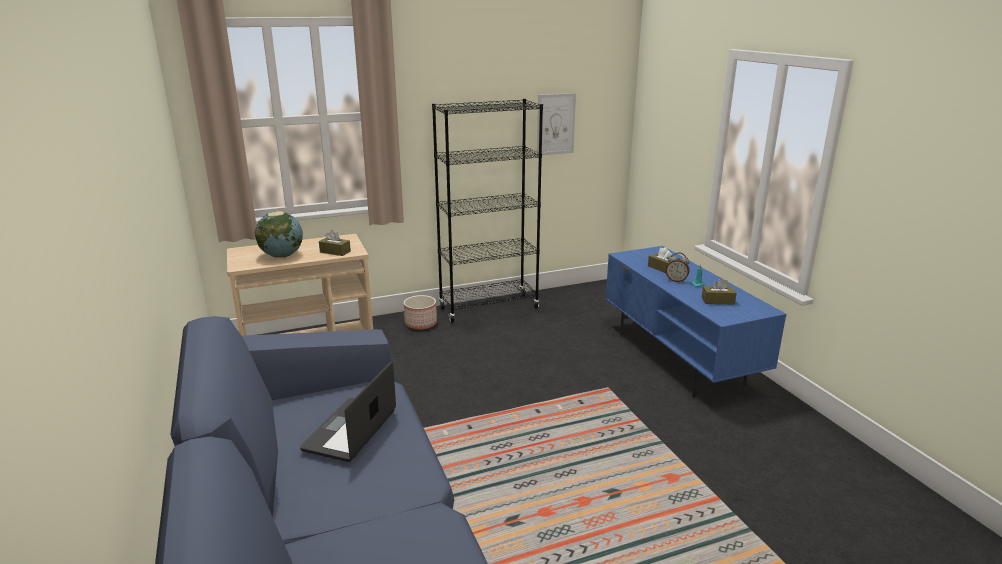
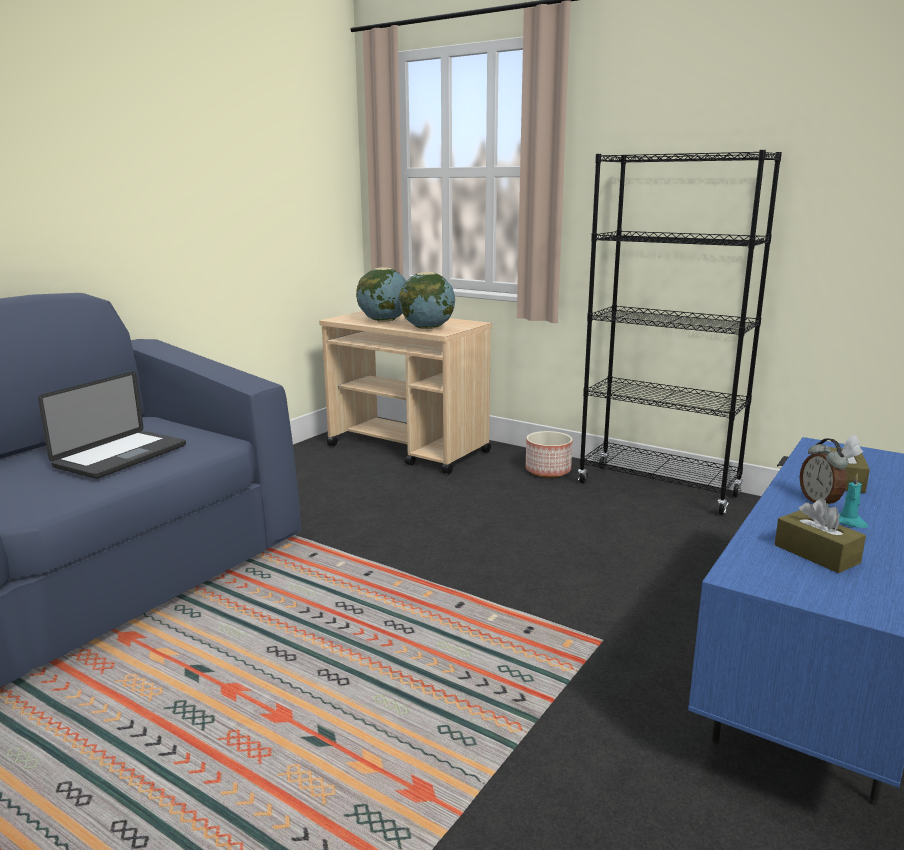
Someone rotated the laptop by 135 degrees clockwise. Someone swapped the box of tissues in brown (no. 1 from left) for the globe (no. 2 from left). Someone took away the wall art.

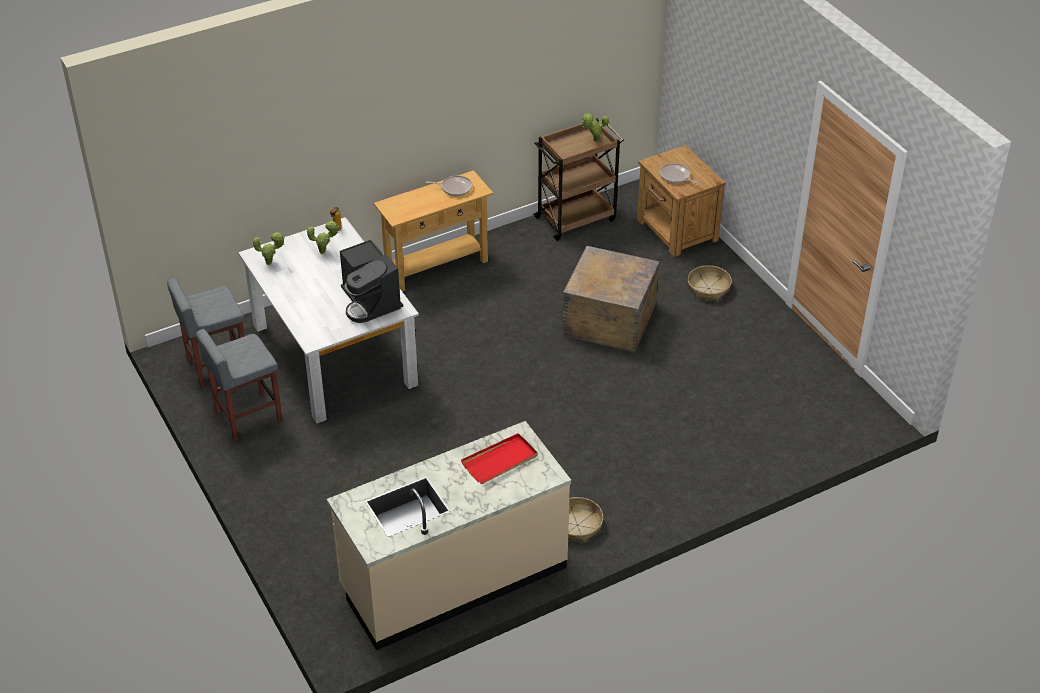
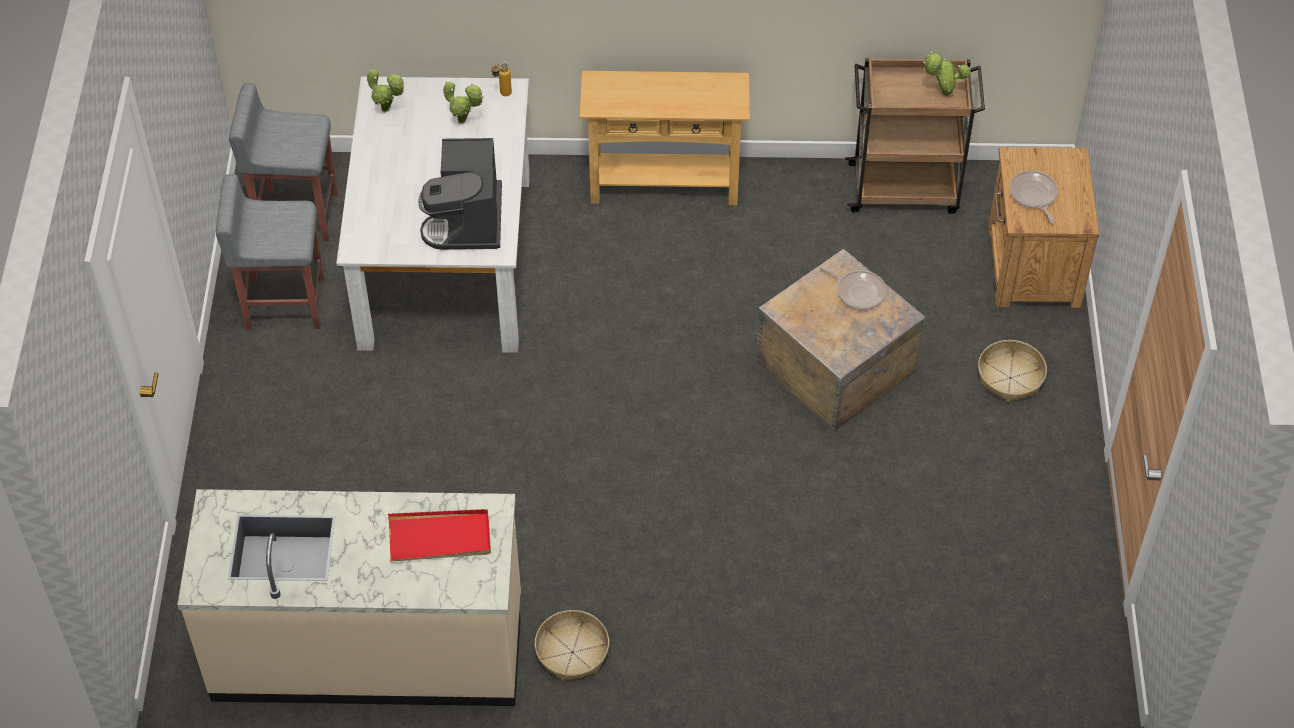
Someone carried the frying pan (no. 1 from left).

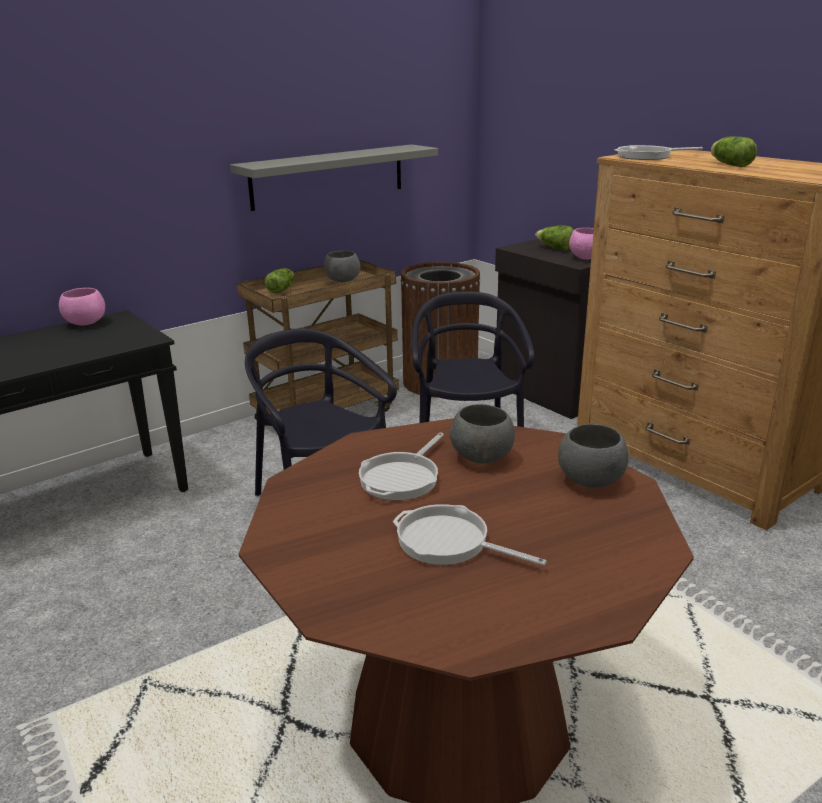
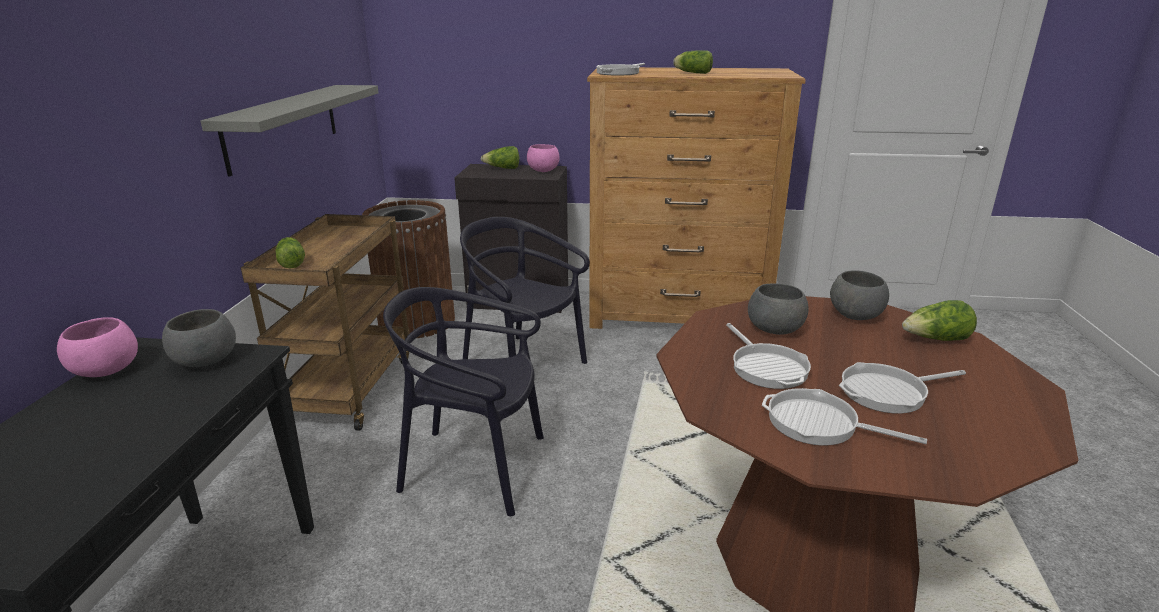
Someone carried the serving bowl in gray (no. 1 from left). Someone put down the frying pan (no. 3 from left). Someone put down the lettuce head (no. 4 from left).

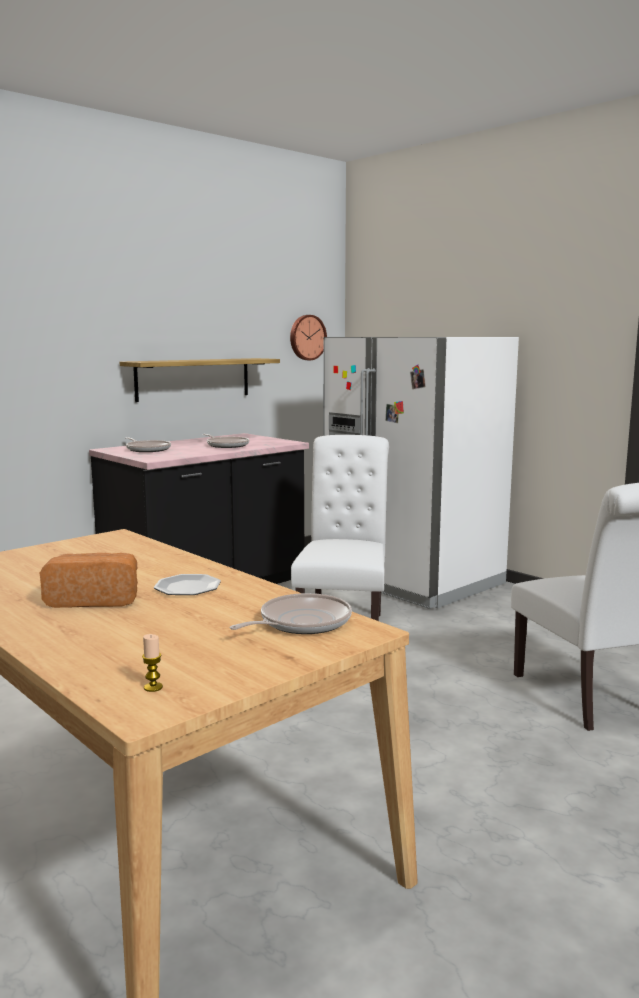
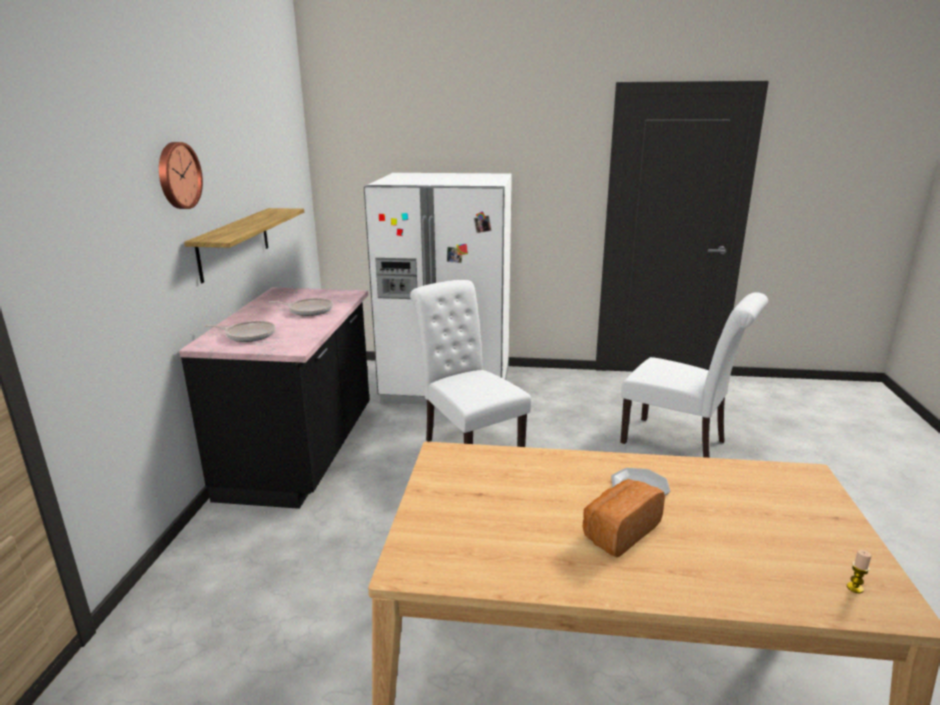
Someone carried the hanging clock. Someone took away the frying pan (no. 3 from left).

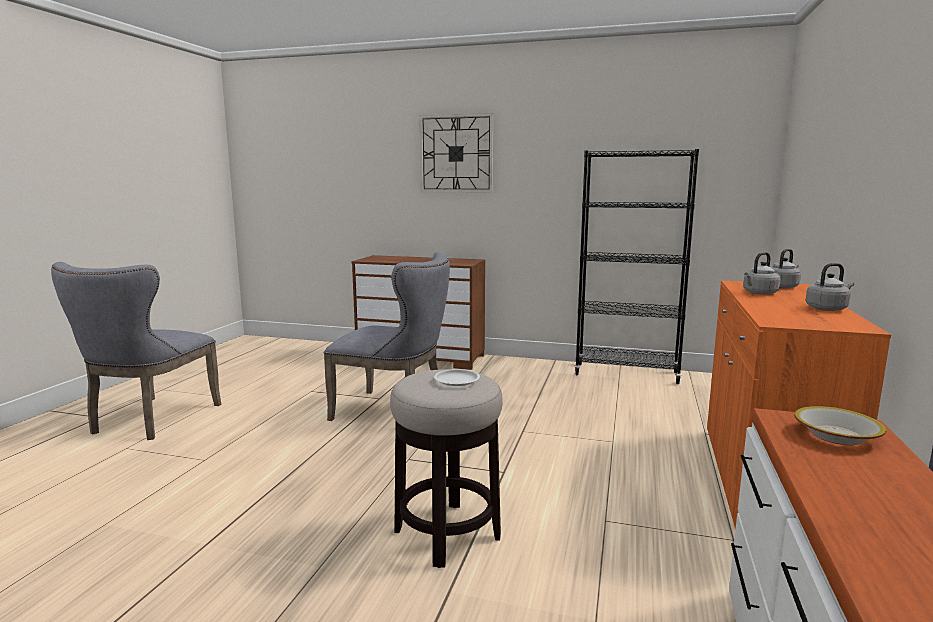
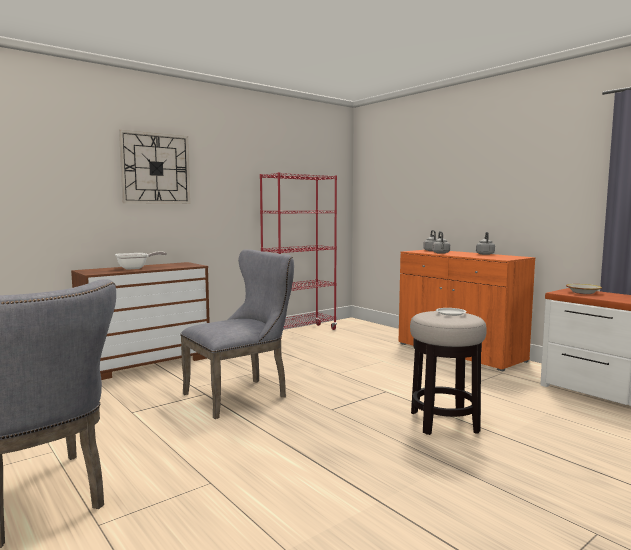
Someone put down the frying pan. Someone repainted the shelving unit in black-coloured, which became the shelving unit in red-coloured.

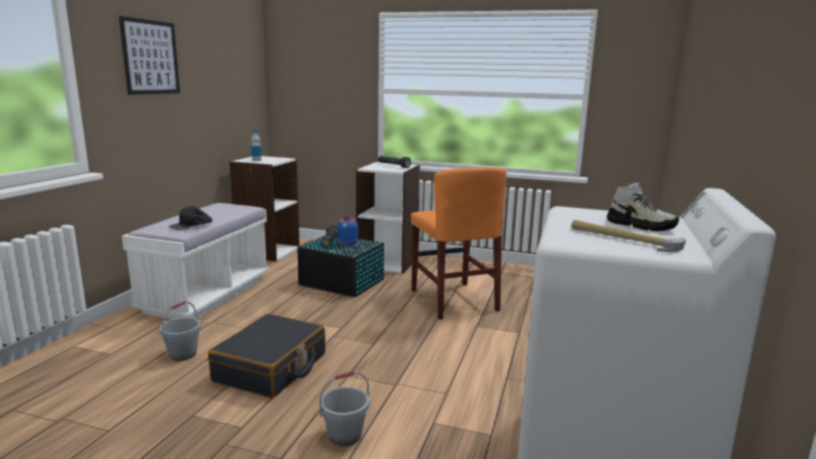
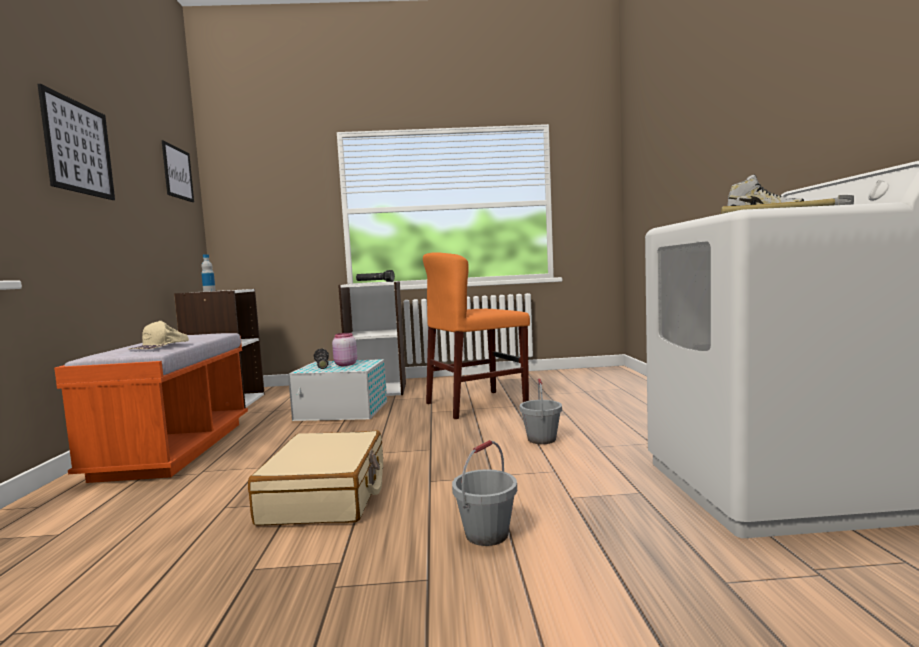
Someone repainted the bench in white, which became the bench in orangey. Someone repainted the baseball cap in black-coloured, which became the baseball cap in beige-coloured. Someone put up the wall art (no. 2 from left). Someone repainted the piece of luggage in black-coloured, which became the piece of luggage in beige-coloured. Someone repainted the storage bin in black-coloured, which became the storage bin in white. Someone repainted the preserve jar in bluish, which became the preserve jar in pinkish. Someone rotated the chair in orangey by 105 degrees clockwise. Someone carried the pail in gray (no. 1 from left in the first image).

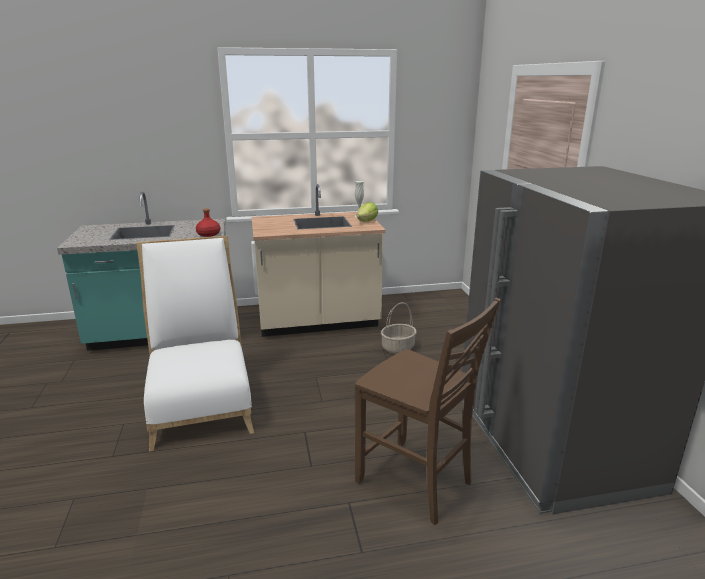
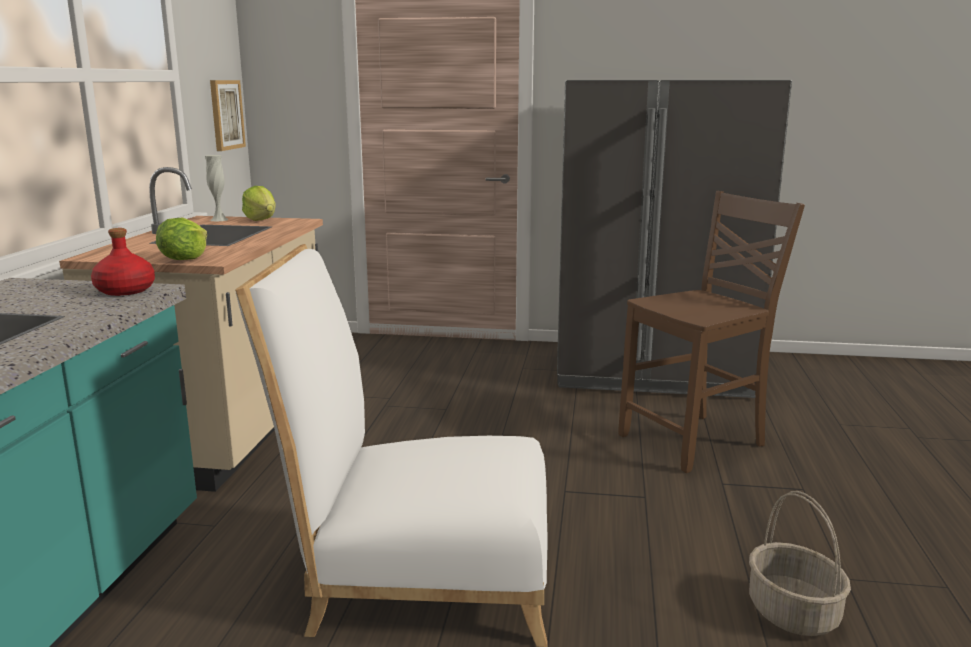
Someone put down the lettuce head (no. 1 from left). Someone put up the wall art. Someone carried the basket.

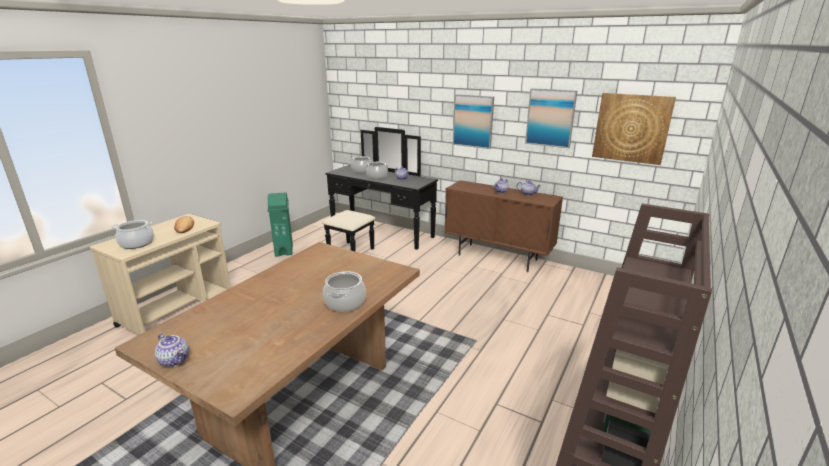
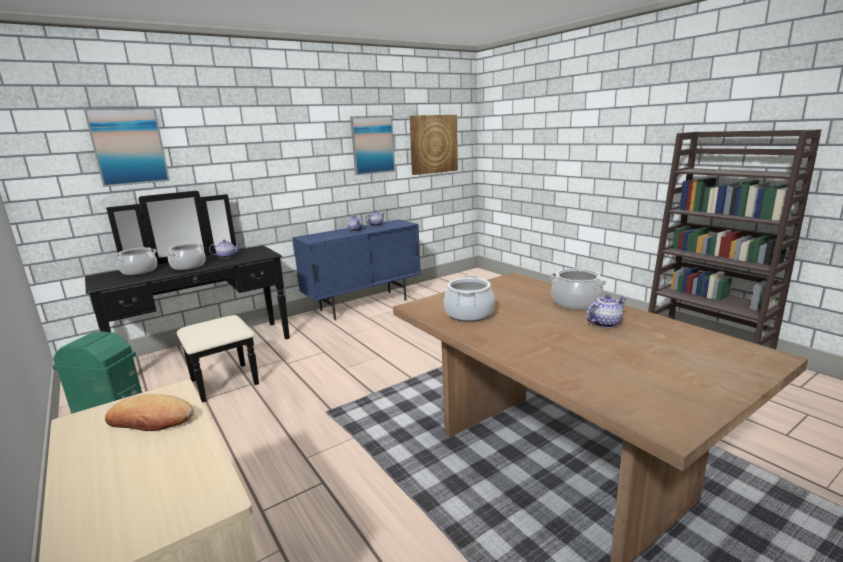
Someone carried the wall art (no. 1 from left). Someone repainted the cupboard in brown, which became the cupboard in bluish. Someone carried the cooking pot (no. 1 from left in the first image). Someone carried the tea pot (no. 1 from left in the first image).

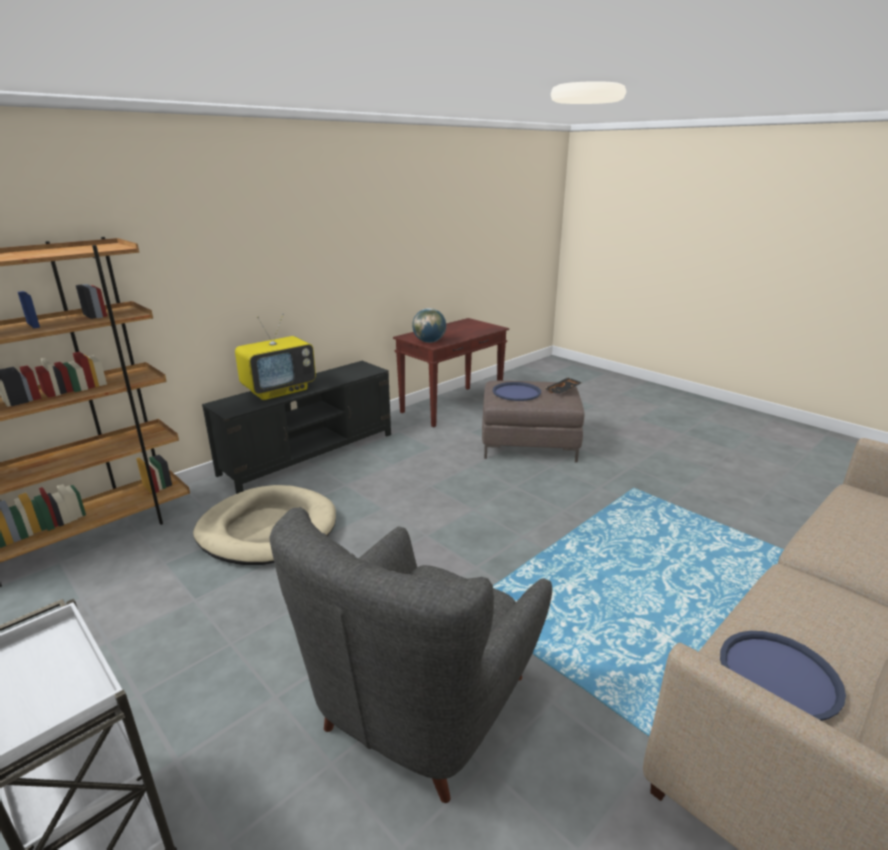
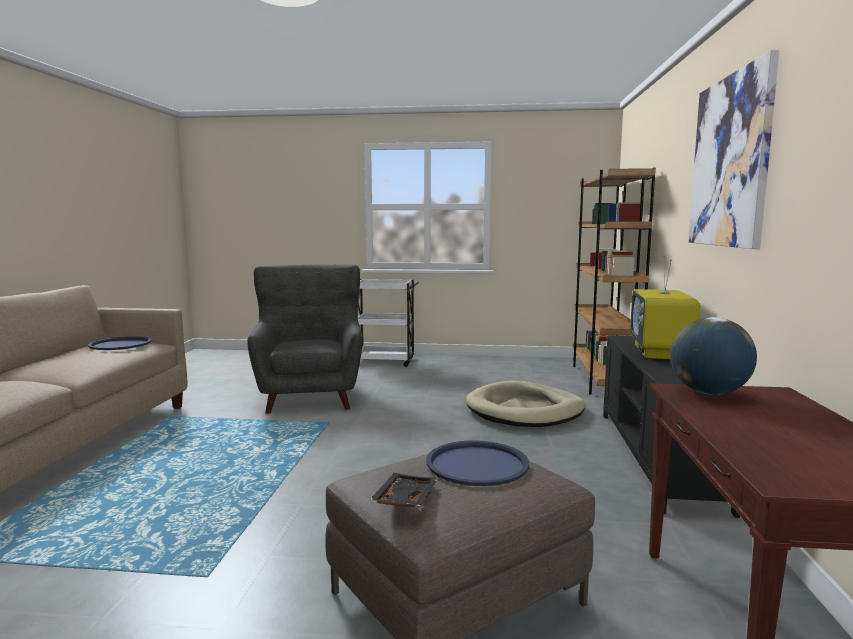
Someone put up the wall art.

